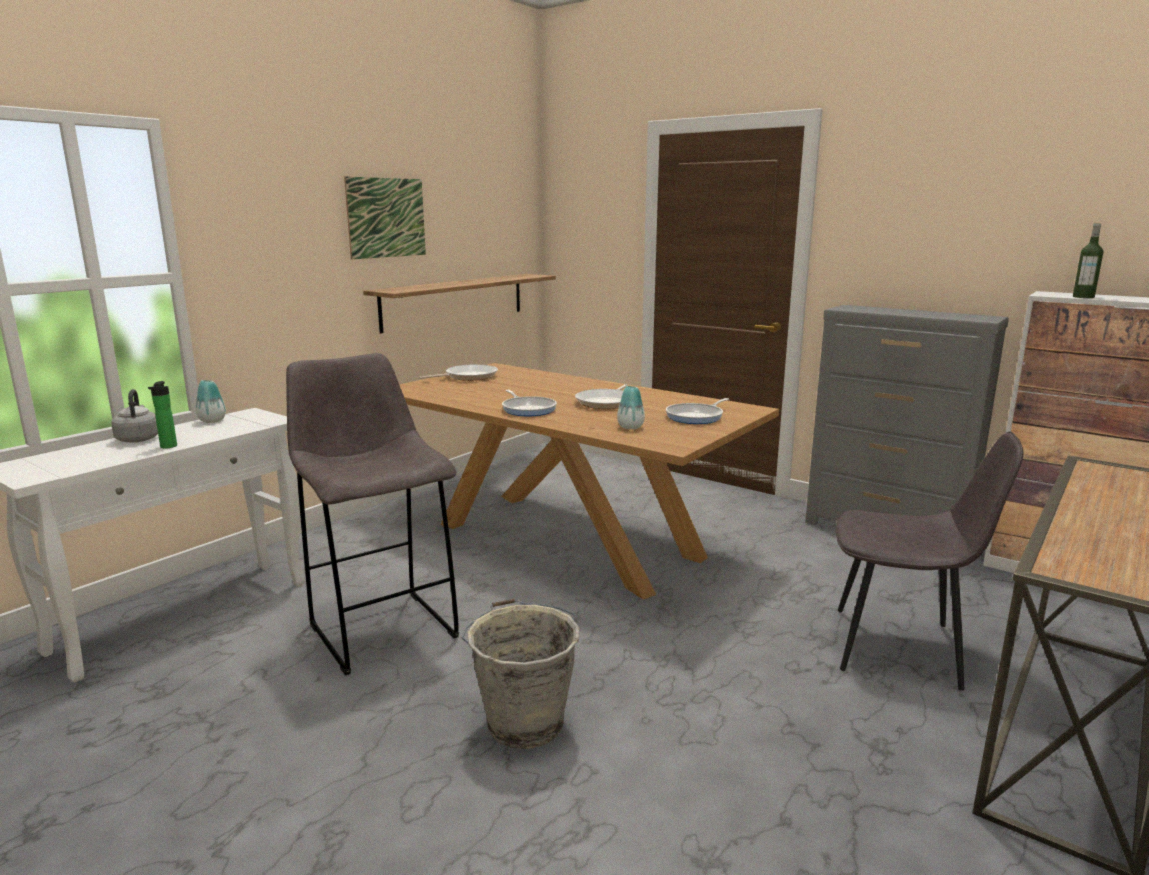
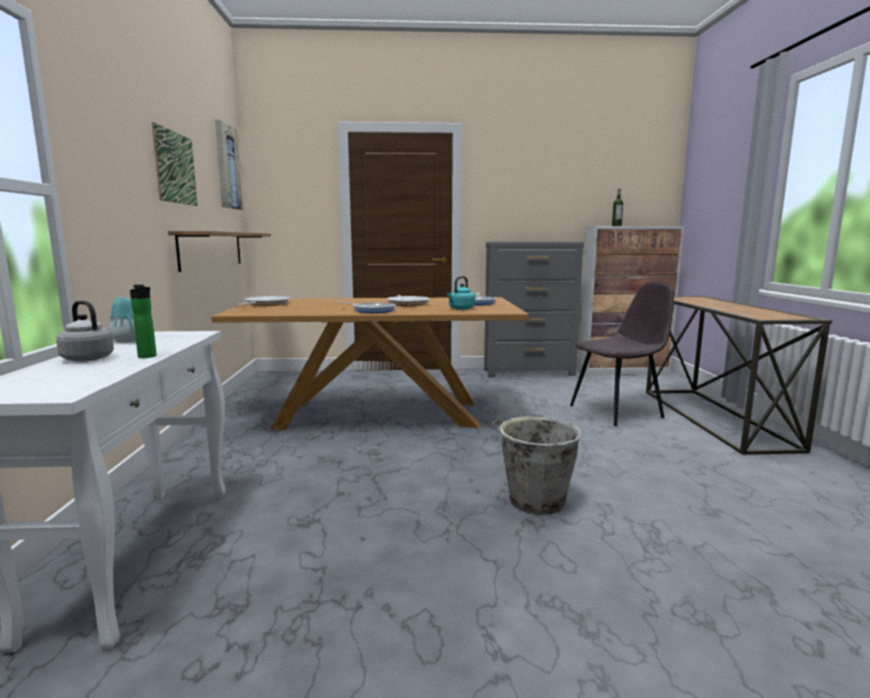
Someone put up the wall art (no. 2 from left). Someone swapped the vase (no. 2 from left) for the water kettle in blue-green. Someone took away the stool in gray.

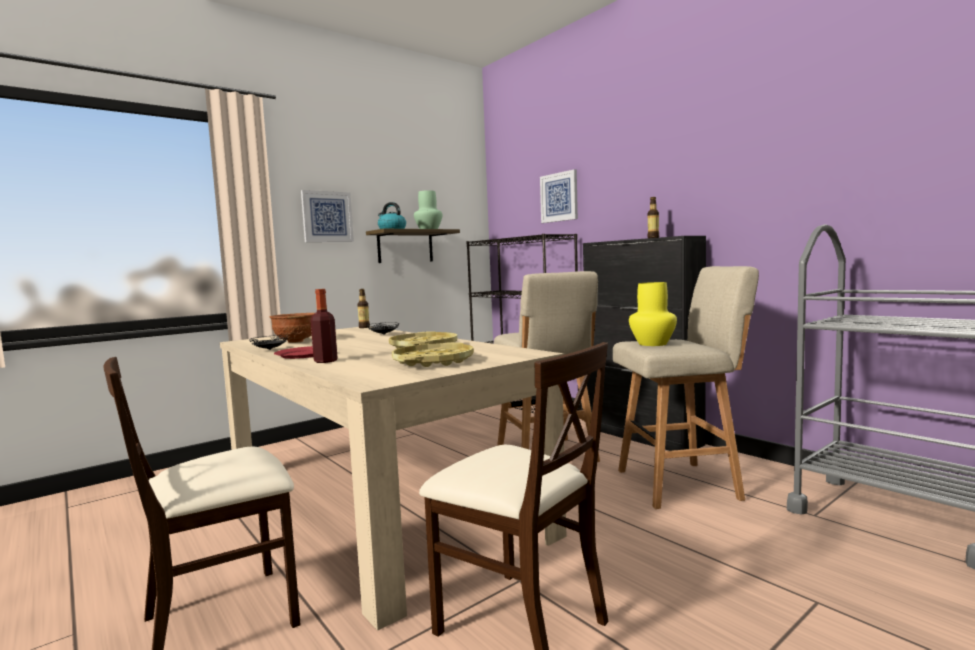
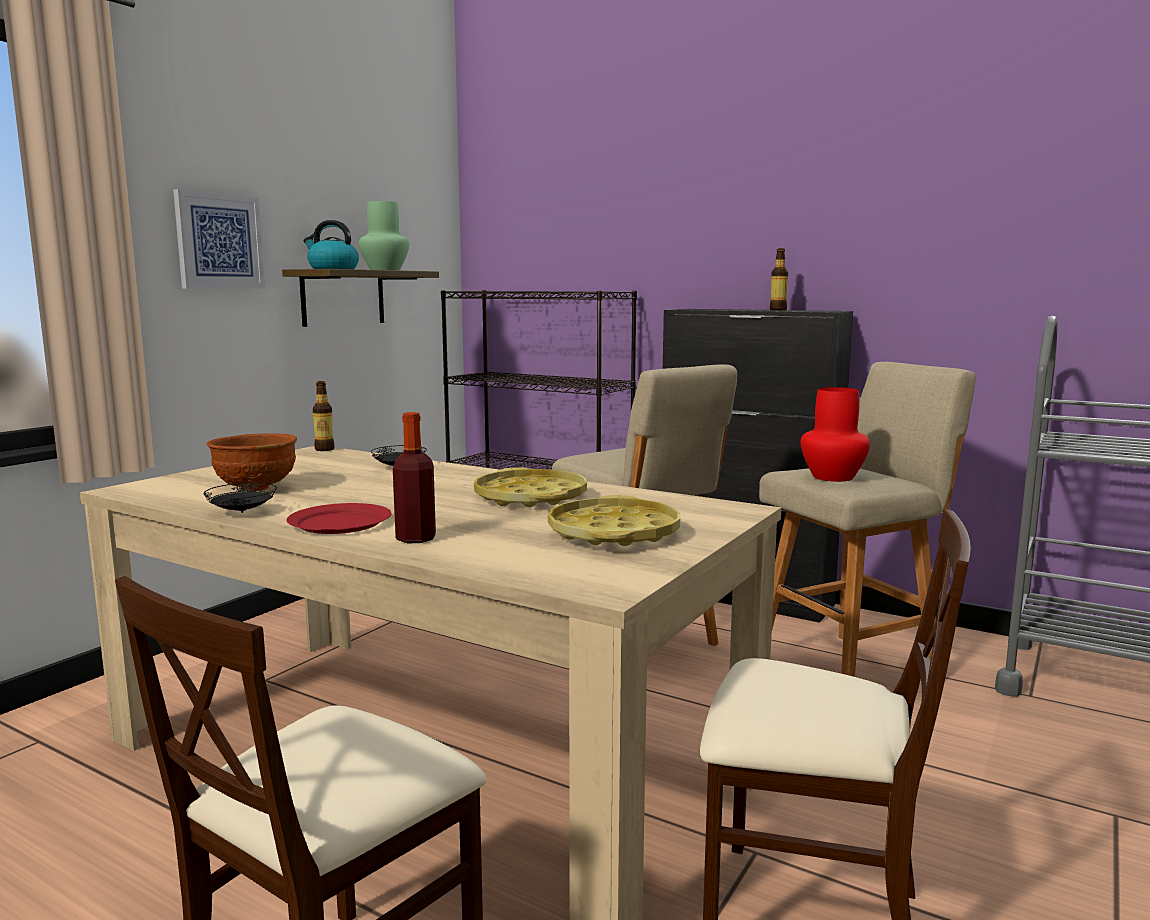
Someone repainted the vase in yellow, which became the vase in red-coloured. Someone took away the wall art (no. 2 from left).

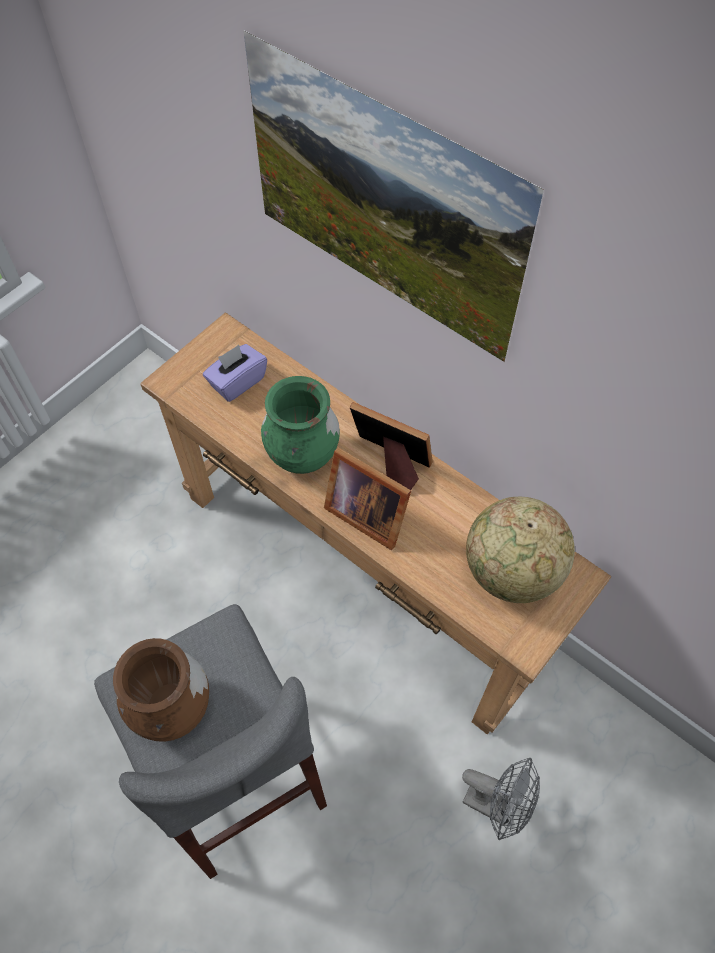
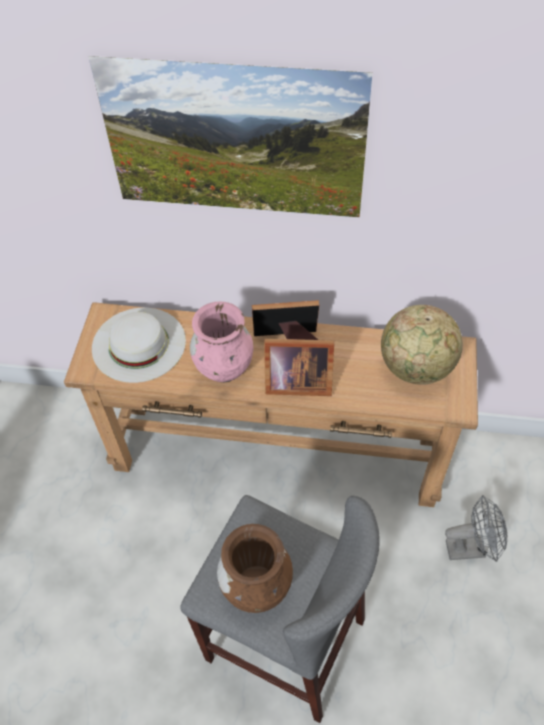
Someone swapped the box of tissues in purple for the clothing hat in white. Someone repainted the vase in greenish, which became the vase in pinkish.

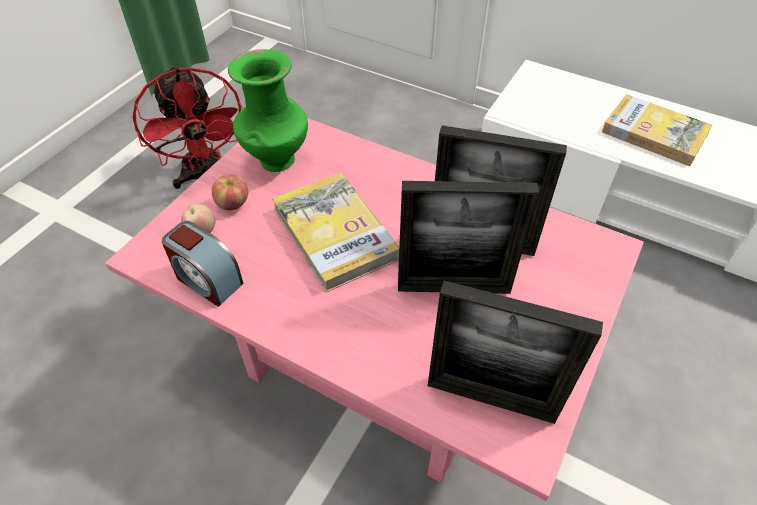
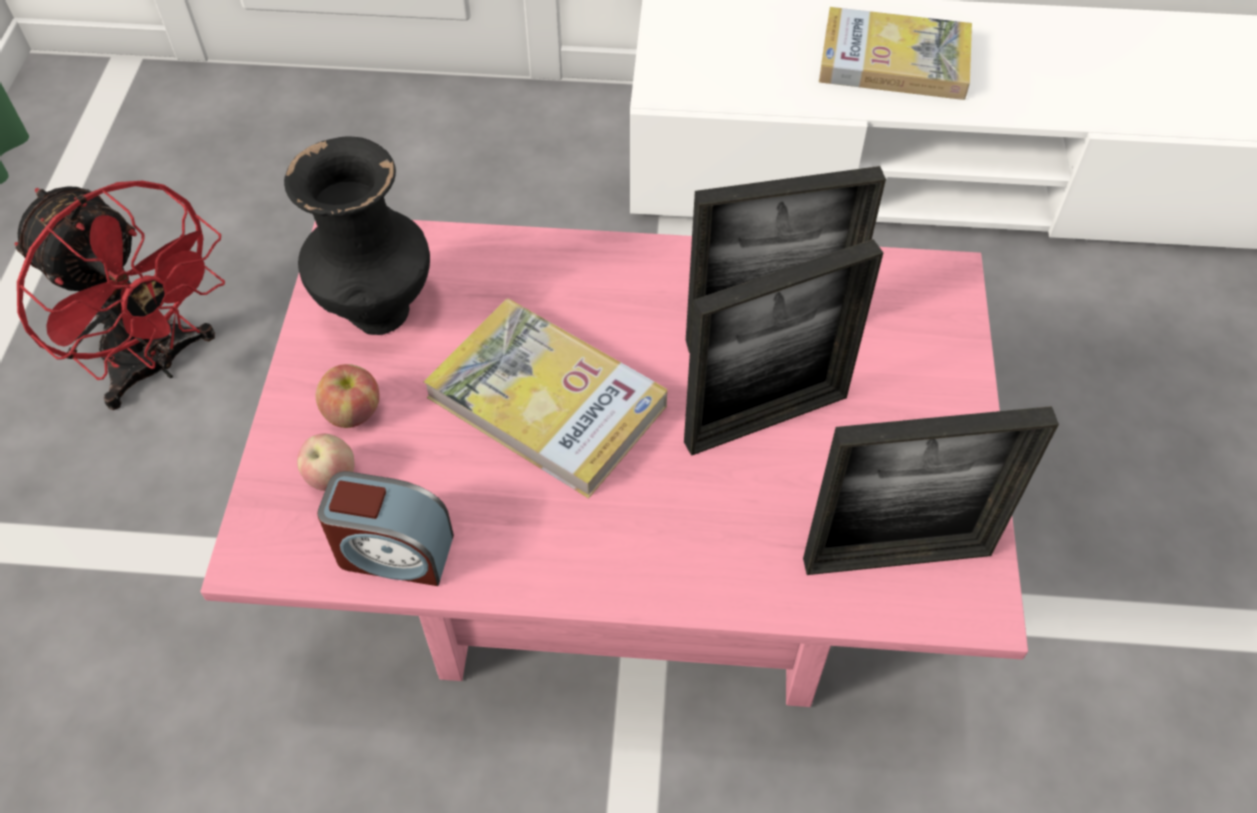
Someone repainted the vase in greenish, which became the vase in black-coloured.

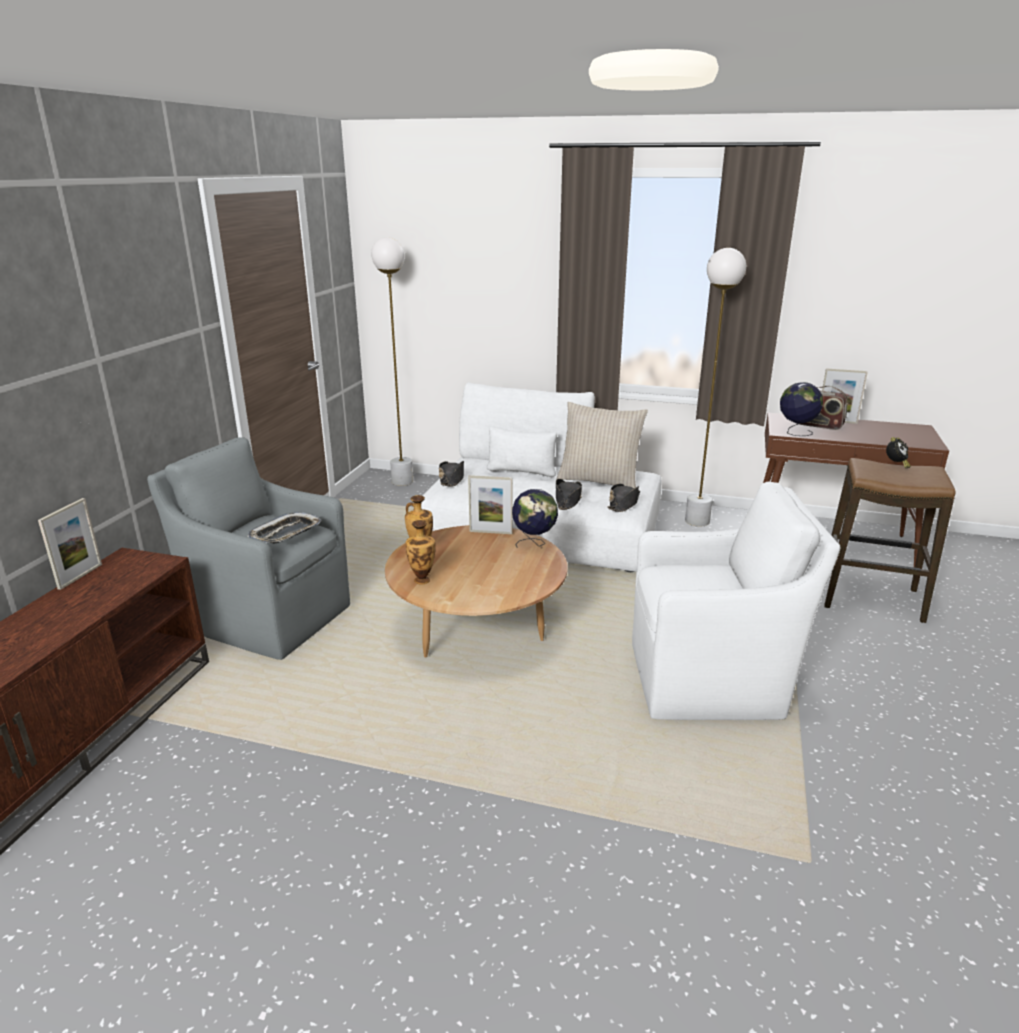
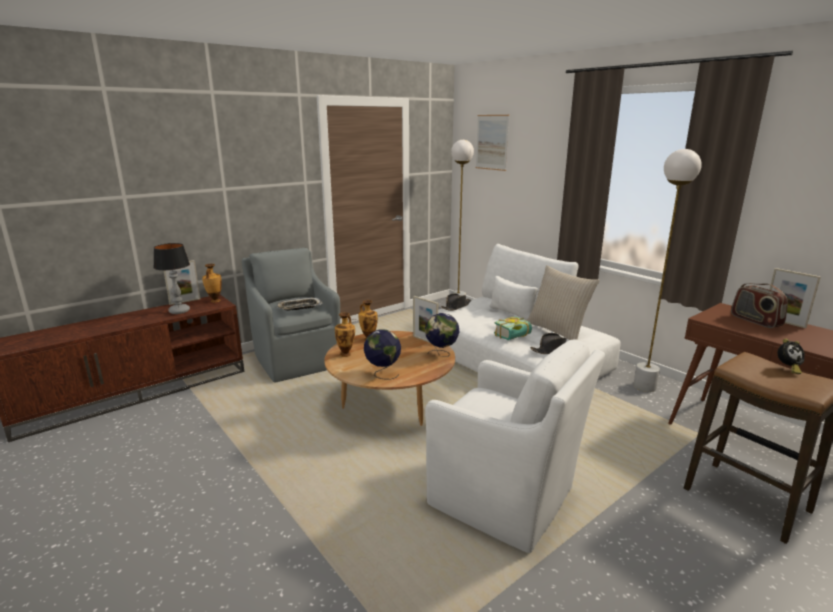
Someone put down the table lamp. Someone put down the vase (no. 1 from left). Someone carried the globe (no. 2 from left in the first image). Someone put up the wall art. Someone swapped the clothing hat in black-coloured (no. 2 from left) for the bound book.

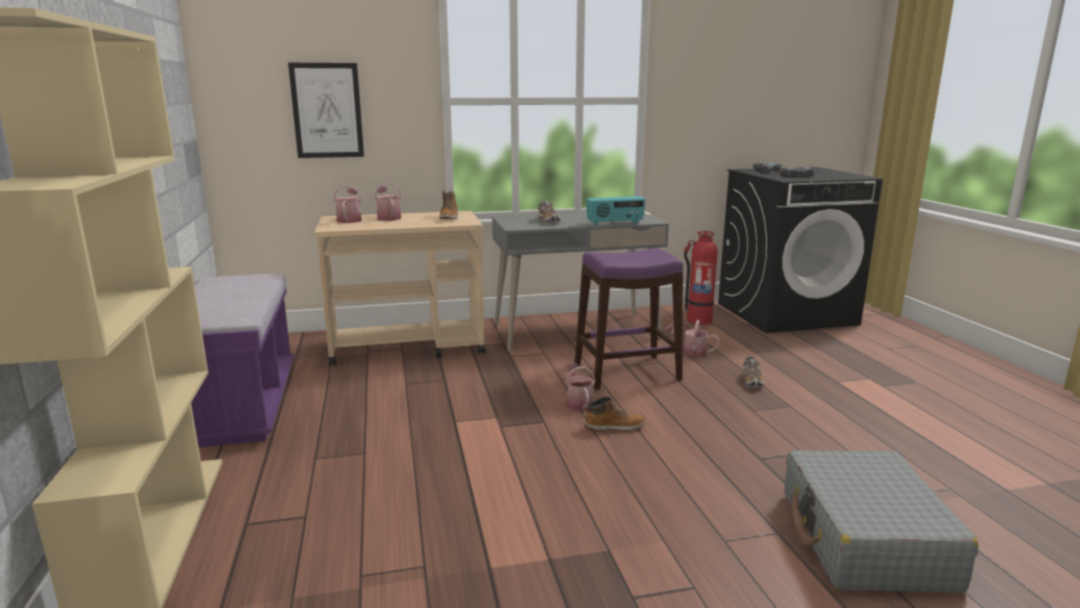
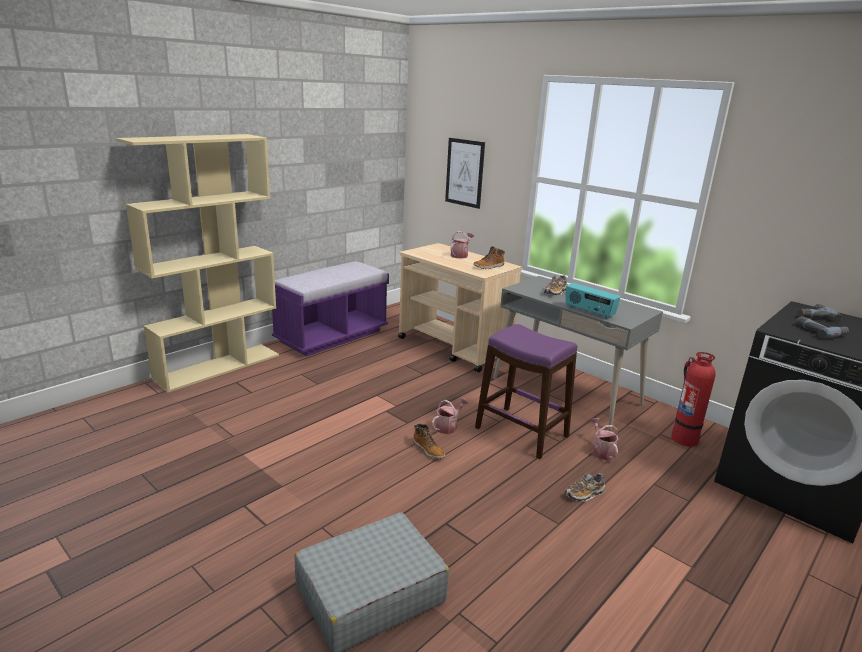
Someone took away the watering can (no. 1 from left).

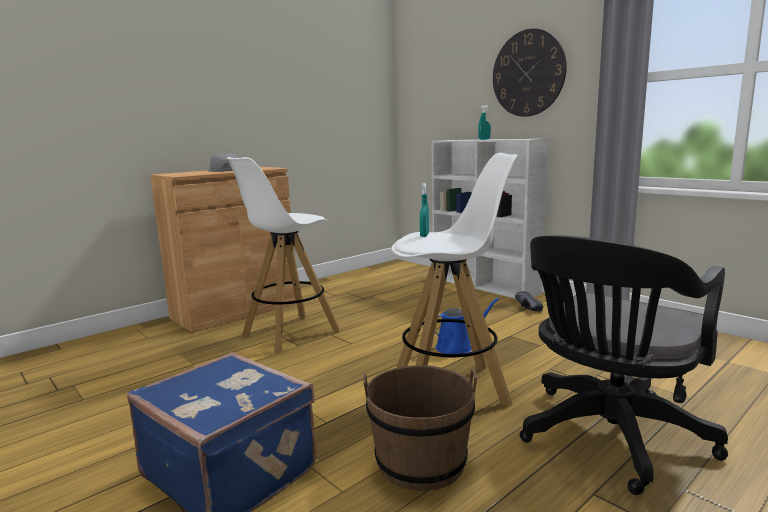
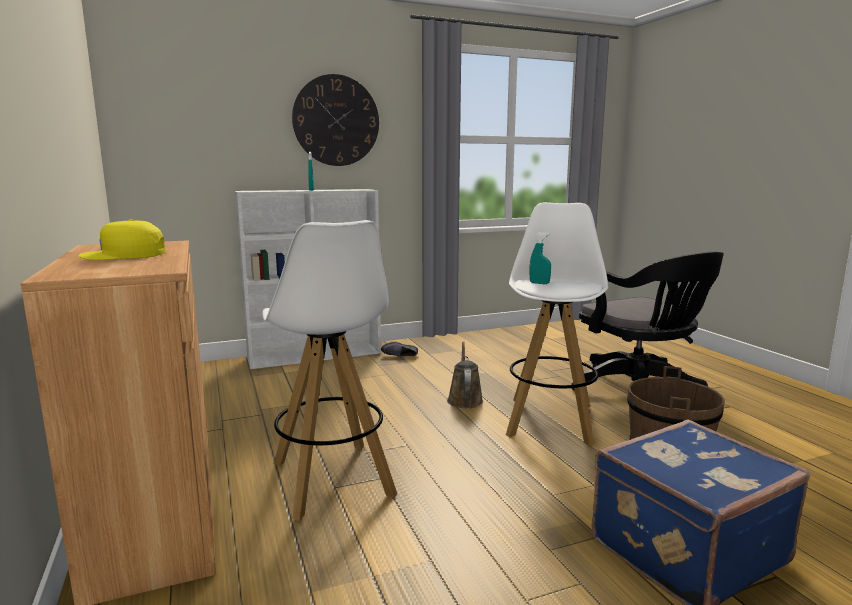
Someone repainted the baseball cap in gray, which became the baseball cap in yellow. Someone repainted the watering can in bluish, which became the watering can in brown.

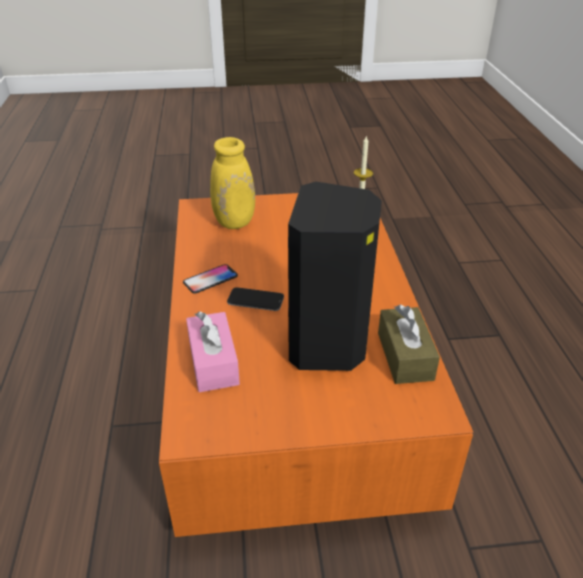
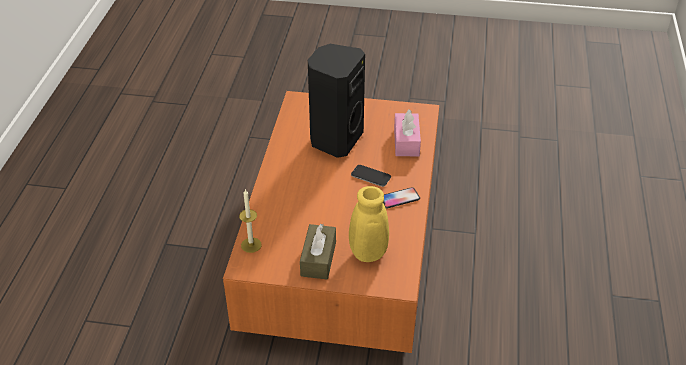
Someone carried the box of tissues in brown.

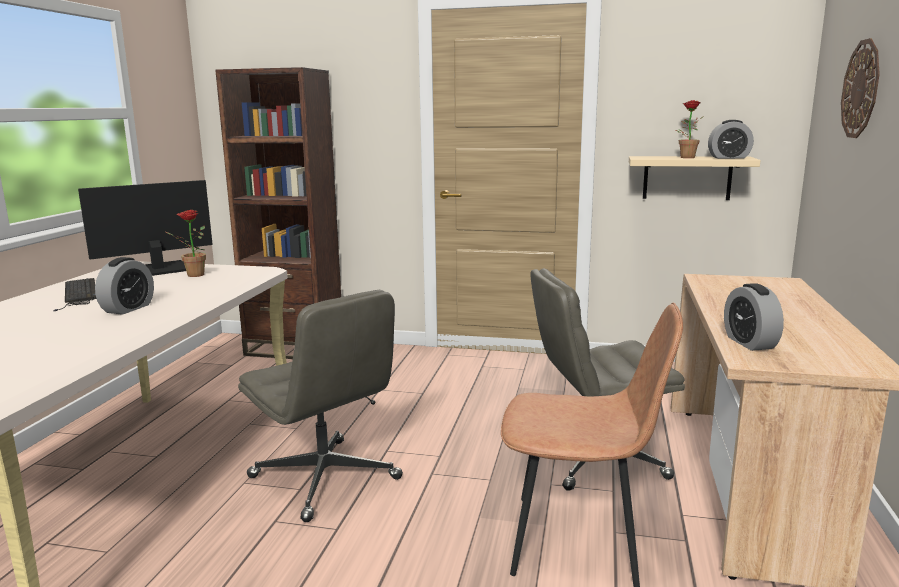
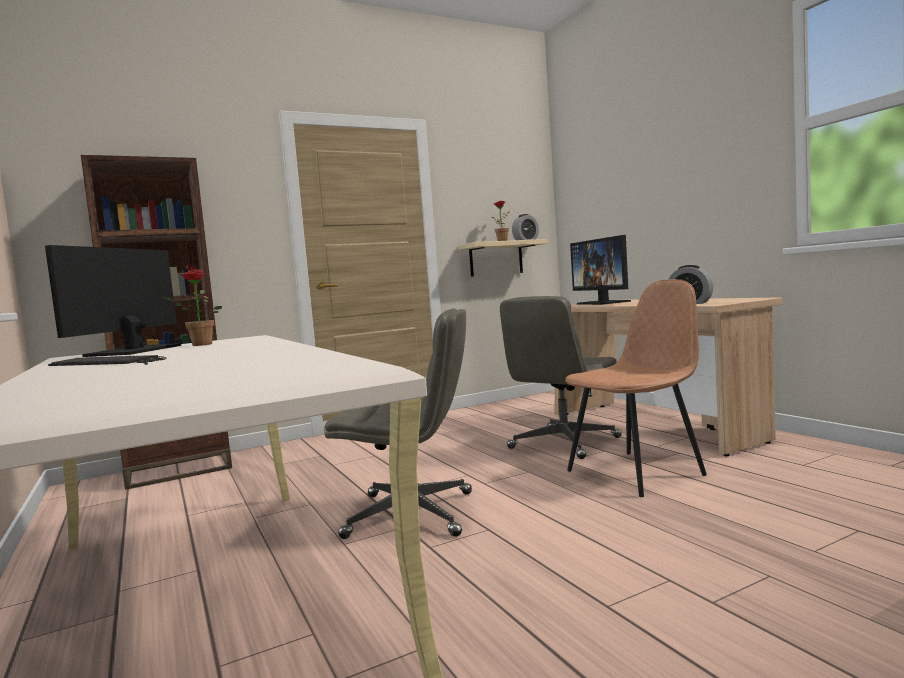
Someone put down the monitor (no. 2 from left). Someone took away the bedside clock (no. 1 from left). Someone took away the hanging clock.

